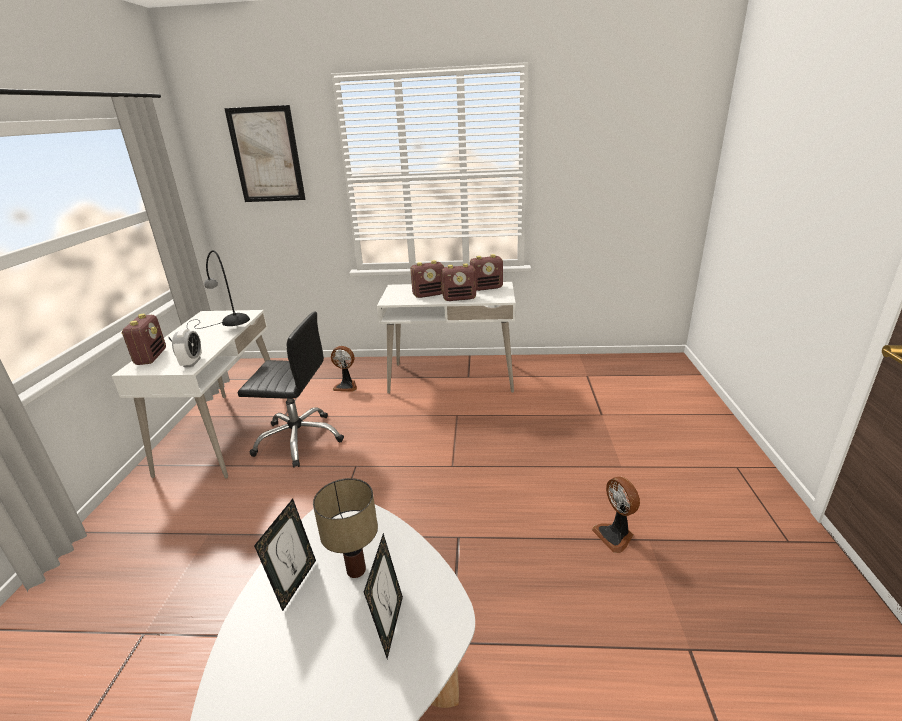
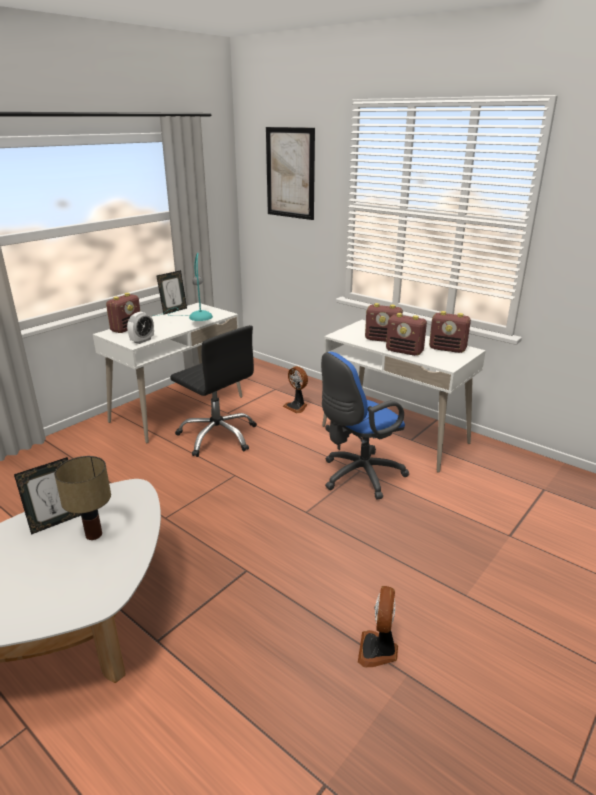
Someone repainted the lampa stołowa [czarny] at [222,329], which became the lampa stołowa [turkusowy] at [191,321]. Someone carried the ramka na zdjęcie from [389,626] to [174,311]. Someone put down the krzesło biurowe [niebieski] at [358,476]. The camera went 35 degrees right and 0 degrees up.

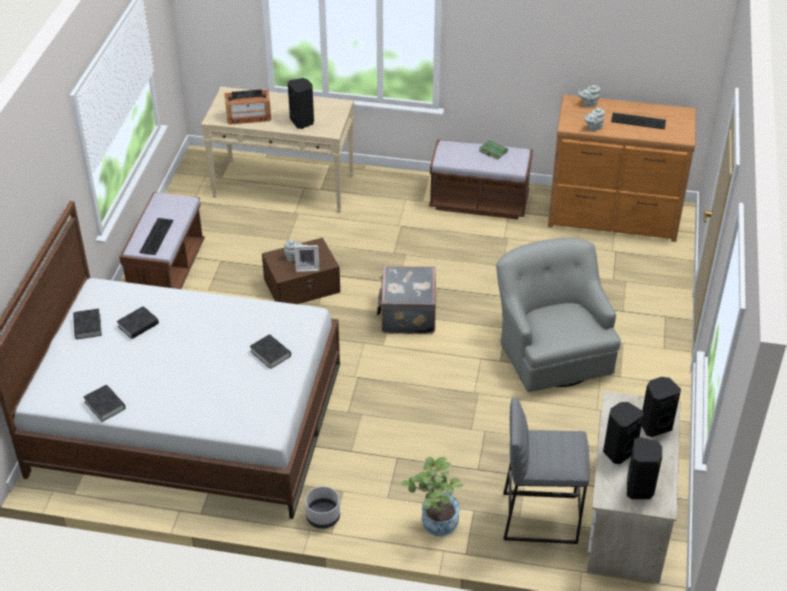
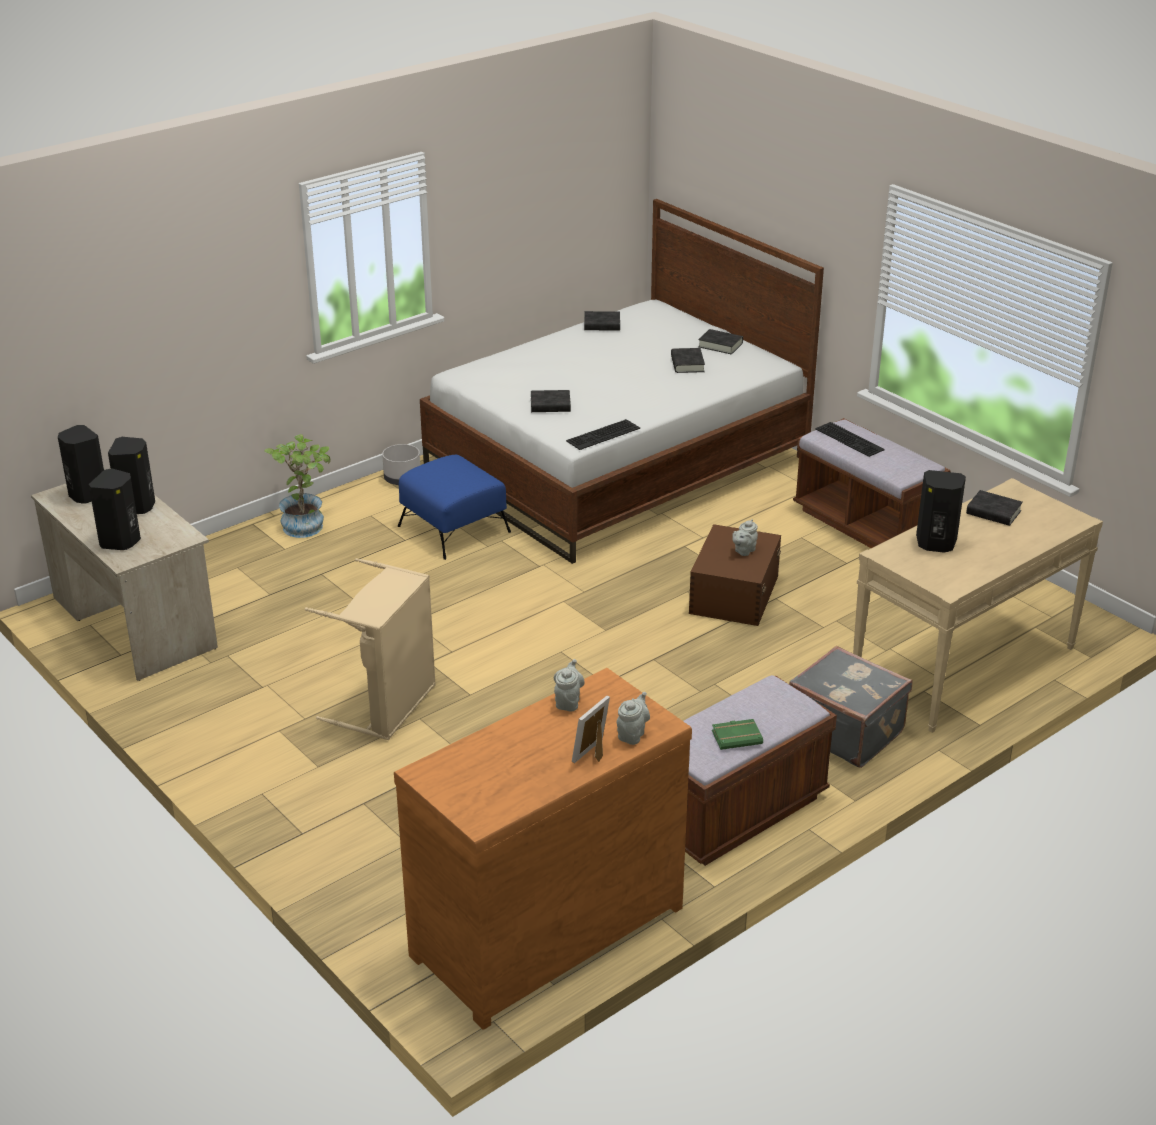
Someone swapped the radio at [248,116] for the książka [czarny] at [993,512]. Someone carried the ramka na zdjęcie from [307,268] to [594,754]. Someone carried the walizka [szary] from [407,315] to [845,731]. Someone swapped the fotel [szary] at [552,350] for the kosz na pranie [beżowy] at [388,706]. Someone took away the stołek [szary] at [540,517]. Someone carried the klawiatura from [639,120] to [603,435]. Someone put down the pufa [niebieski] at [454,529]. The camera went 130 degrees right and 10 degrees down.

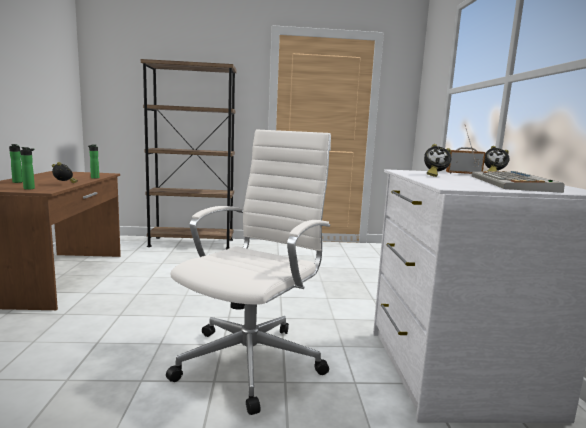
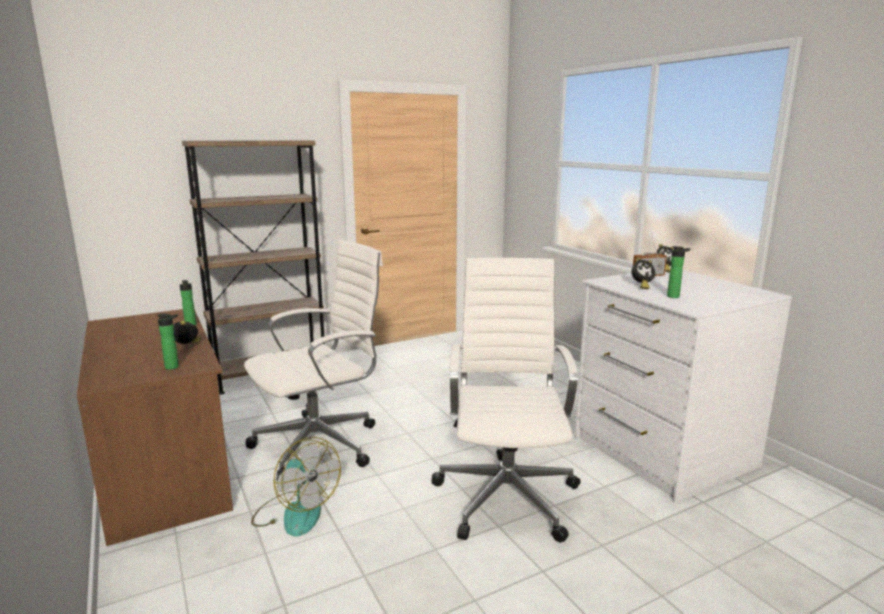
Someone carried the butelka from [17,182] to [675,297]. Someone took away the klawiatura at [512,183]. Someone put down the krzesło biurowe [biały] at [321,444]. Someone put down the wentylator at [295,512]. The camera went 25 degrees left and 5 degrees up.

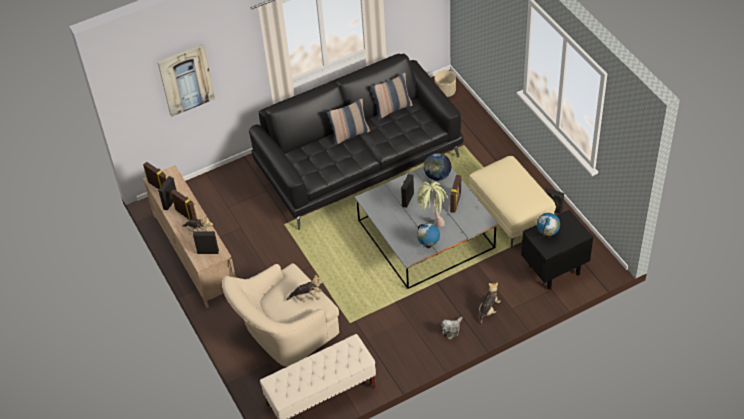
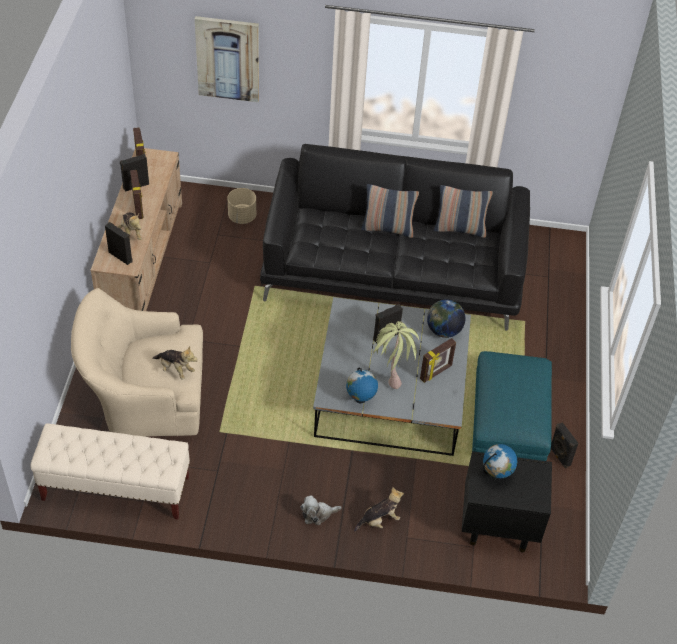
Someone carried the donica [beżowy] from [445,92] to [242,217]. Someone repainted the pufa [beżowy] at [510,214], which became the pufa [turkusowy] at [505,429]. The camera went 30 degrees right and 0 degrees up.

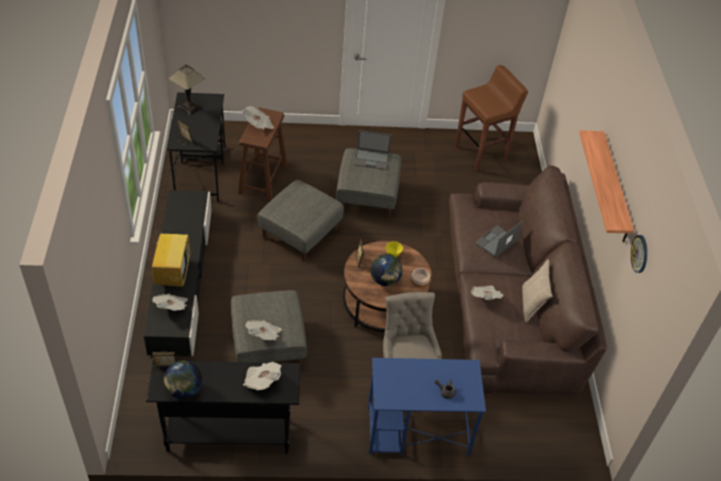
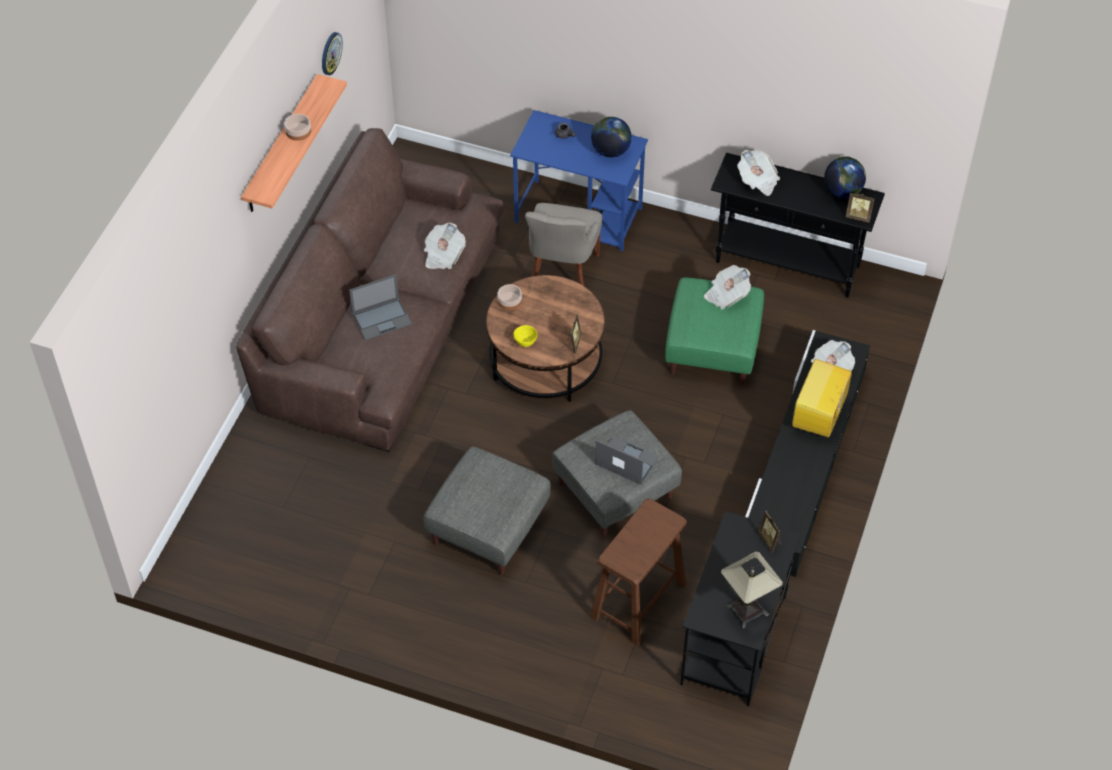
Someone repainted the pufa [szary] at [268,344], which became the pufa [zielony] at [712,348]. Someone took away the gazeta at [258,125]. Someone carried the laptop from [372,159] to [626,460]. Someone carried the globus from [385,280] to [610,151]. Someone took away the stołek [brązowy] at [481,153]. Someone took away the poduszka [beżowy] at [531,304]. Someone put down the miska at [298,131]. The camera went 155 degrees left and 5 degrees up.

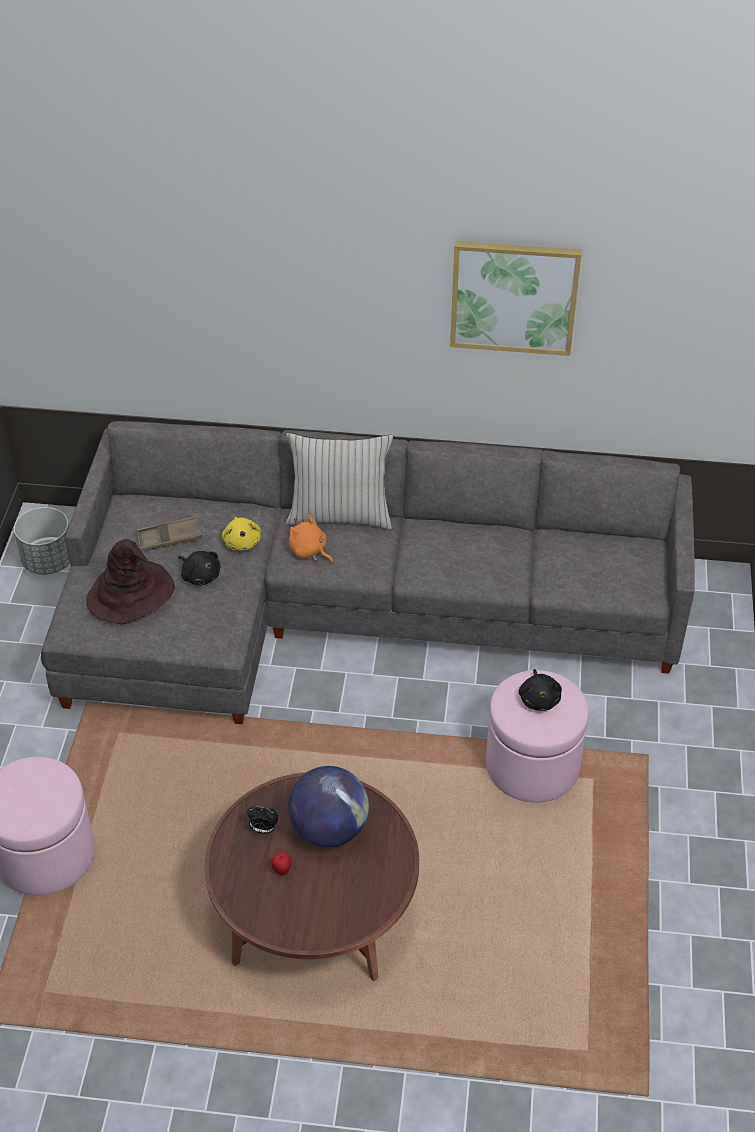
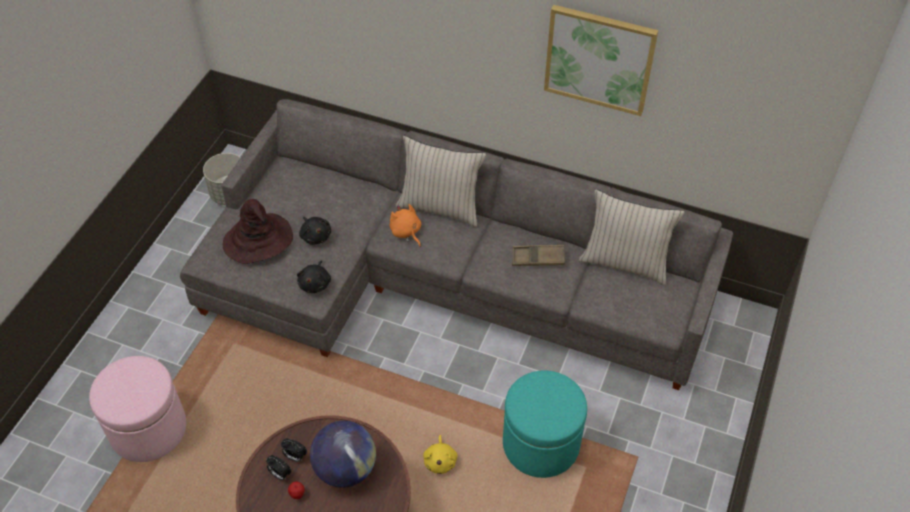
Someone carried the taca [brązowy] from [169,538] to [538,258]. Someone carried the pluszak [żółty] from [242,542] to [440,461]. Someone repainted the pufa [różowy] at [532,765], which became the pufa [turkusowy] at [541,443]. Someone carried the pluszak [czarny] from [539,699] to [315,283]. Someone put down the budzik at [280,474]. Someone put down the poduszka [beżowy] at [625,262]. The camera went 15 degrees right and 5 degrees up.

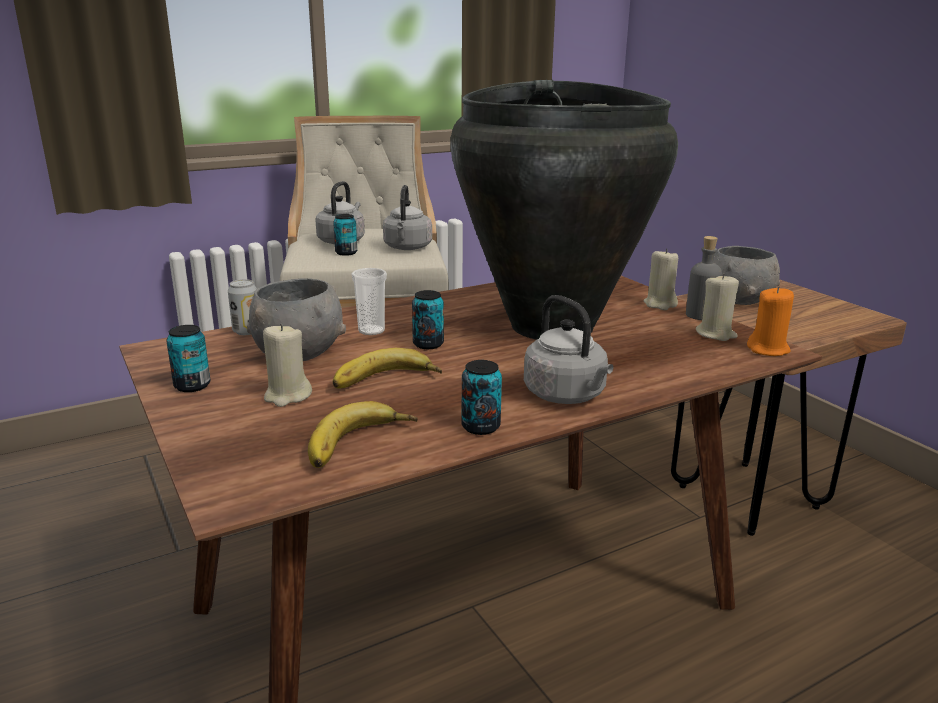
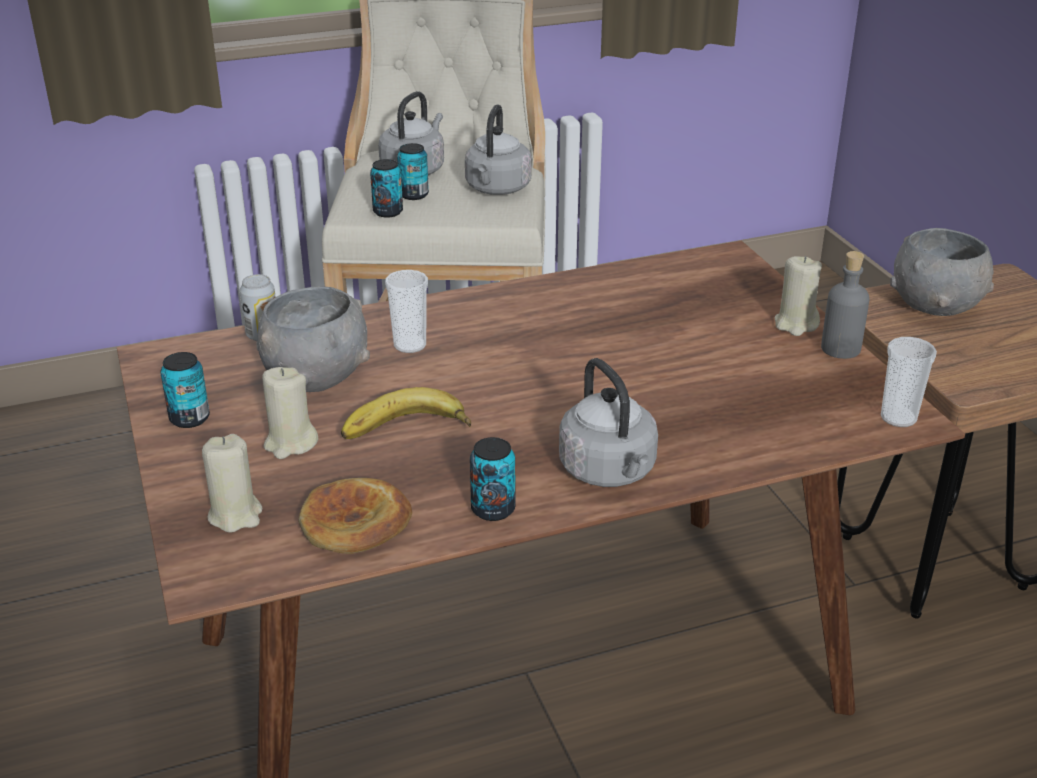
Someone swapped the banan at [360,445] for the chleb at [354,522]. Someone carried the puszka from [428,344] to [388,212]. Someone took away the wazon [czarny] at [552,327]. Someone carried the świeca [beżowy] from [715,334] to [235,515]. Someone swapped the świeca [pomarańczowy] at [768,350] for the filiżanka at [898,418]. The camera went 10 degrees right and 10 degrees up.

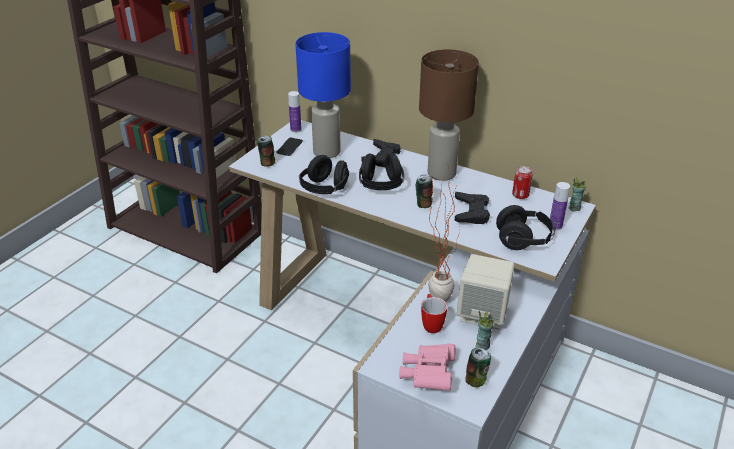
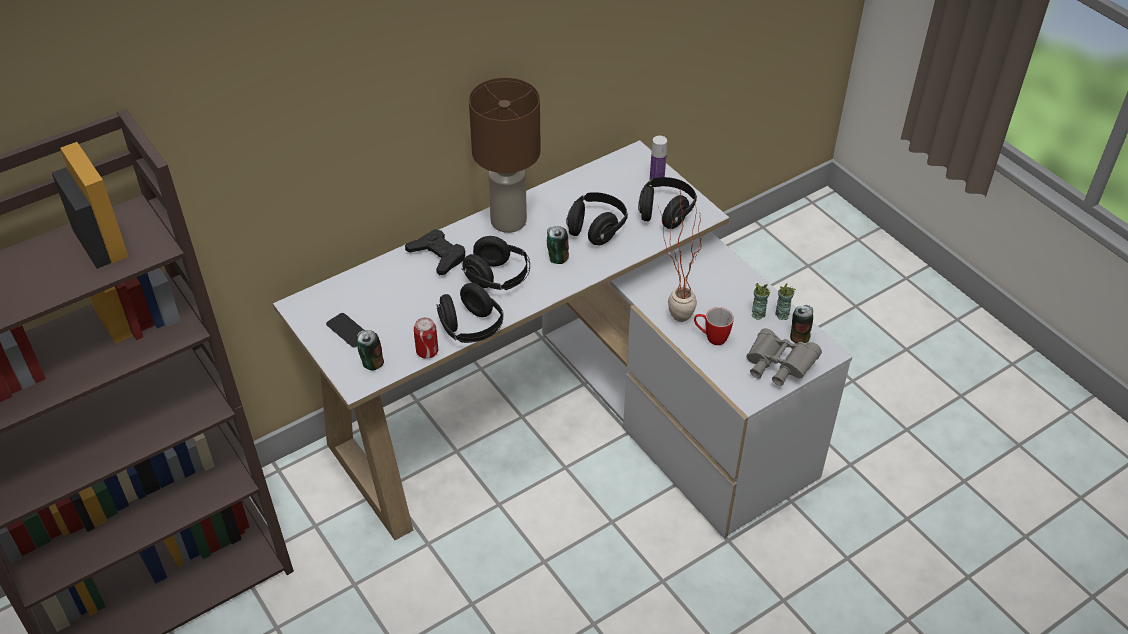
Someone took away the butelka at [296,129]. Someone took away the lampa stołowa [niebieski] at [326,152]. Someone repainted the lornetka [różowy] at [428,375], which became the lornetka [szary] at [777,367]. Someone swapped the pad do gier [czarny] at [471,212] for the słuchawki [czarny] at [596,229]. Someone took away the głośnik [beżowy] at [483,313]. Someone carried the puszka from [520,195] to [427,351]. Someone carried the filiżanka from [574,208] to [782,314]. The camera went 65 degrees left and 10 degrees up.

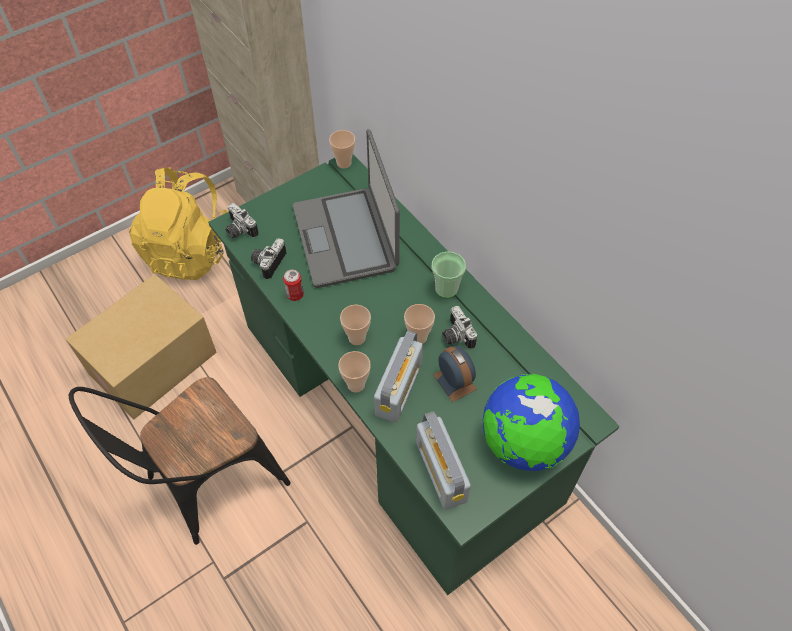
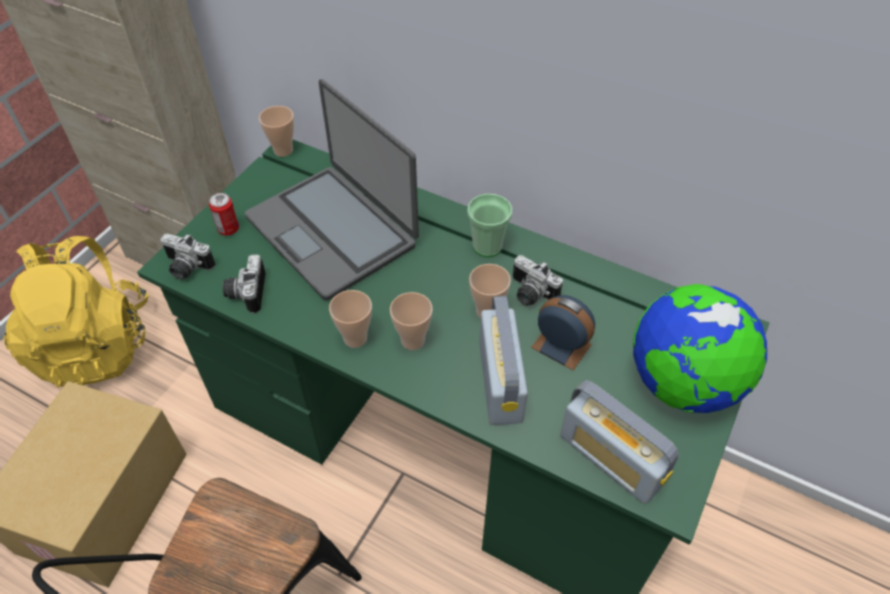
Someone carried the puszka from [295,295] to [228,229]. Someone carried the filiżanka from [356,384] to [355,338]. The camera went 25 degrees left and 5 degrees down.

